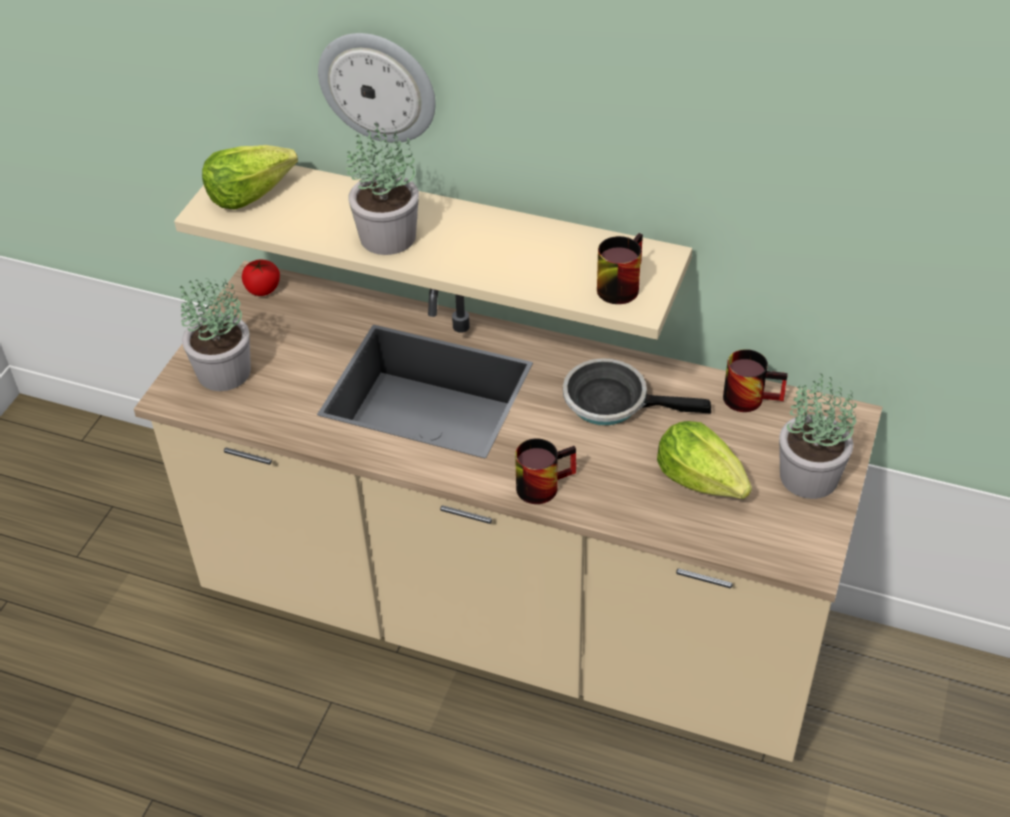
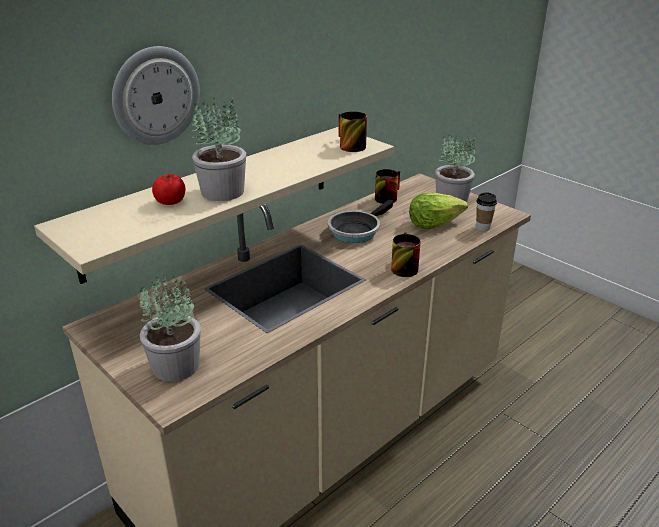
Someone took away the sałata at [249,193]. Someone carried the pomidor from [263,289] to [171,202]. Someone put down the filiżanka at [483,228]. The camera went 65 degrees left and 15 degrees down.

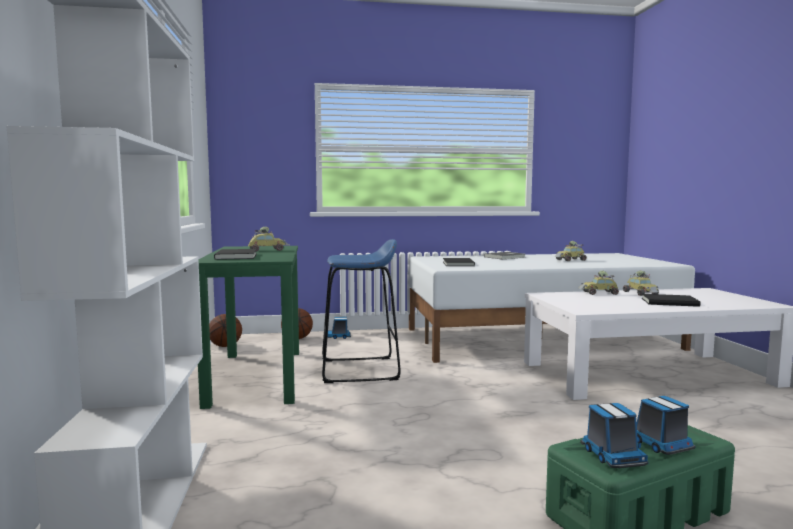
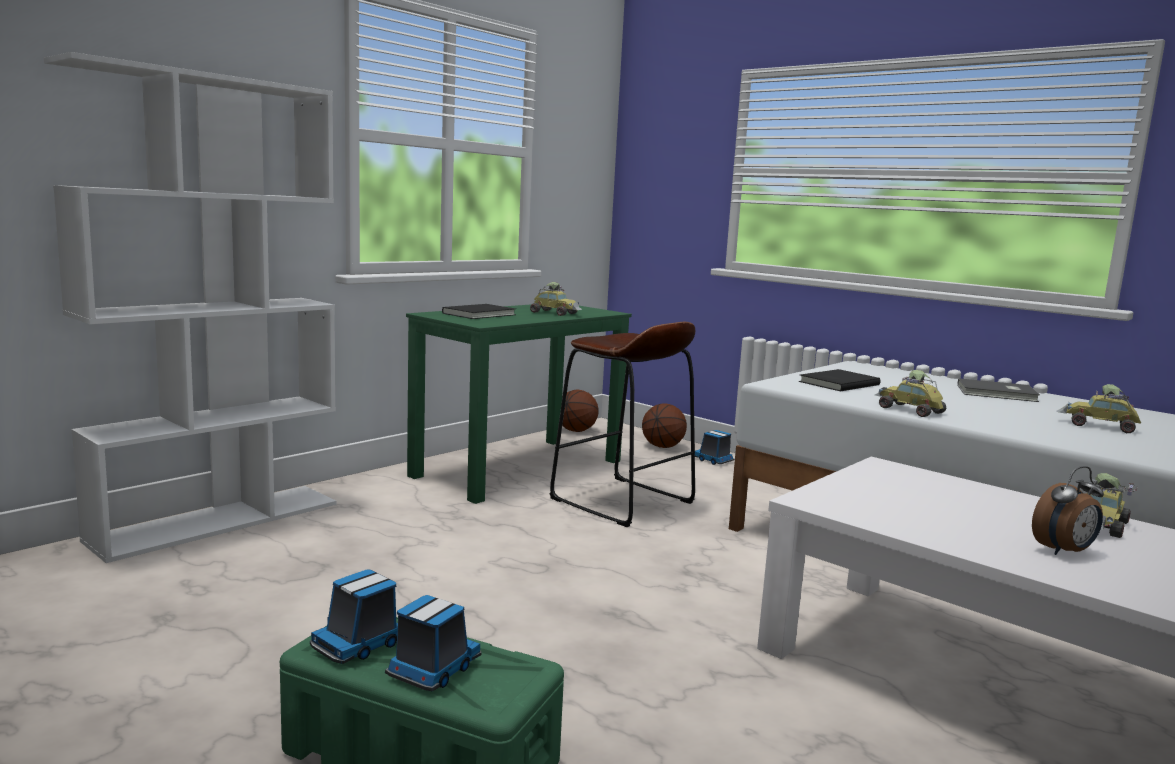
Someone repainted the stołek [niebieski] at [359,370], which became the stołek [brązowy] at [622,501]. Someone carried the samochodzik from [599,293] to [909,410]. Someone swapped the książka [czarny] at [668,302] for the budzik at [1064,551]. The camera went 50 degrees right and 5 degrees up.

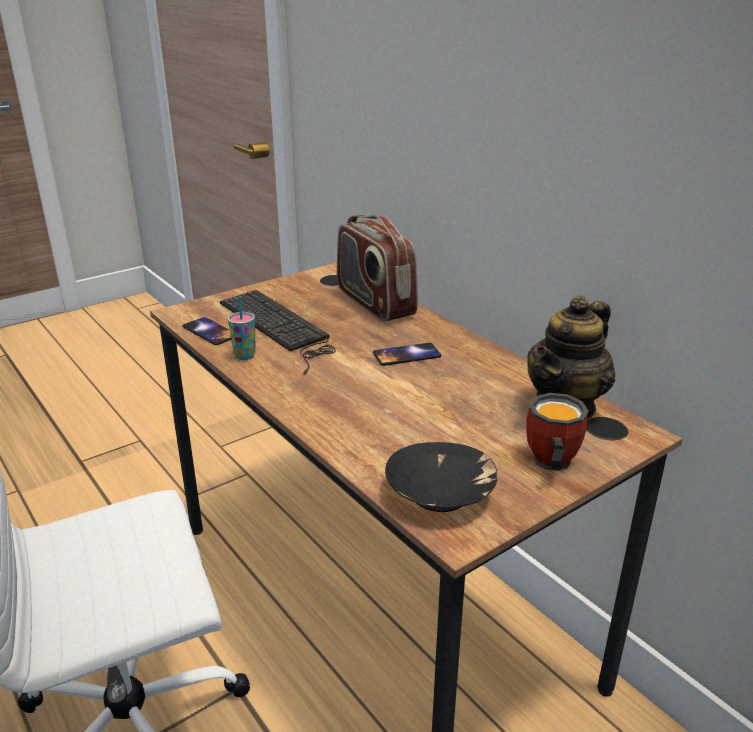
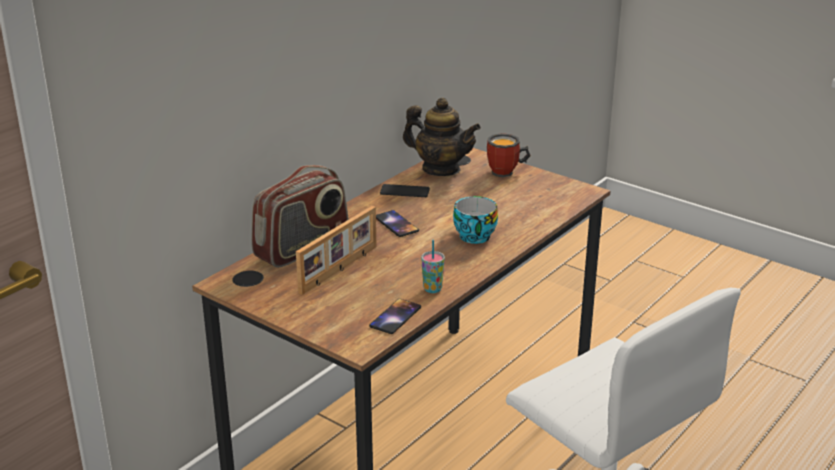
Someone took away the klawiatura at [279,327]. Someone took away the miska [czarny] at [440,494]. Someone put down the ramka na zdjęcie at [340,270]. Someone put down the telefon at [404,191]. Someone put down the filiżanka at [472,236]. The camera went 105 degrees left and 0 degrees up.

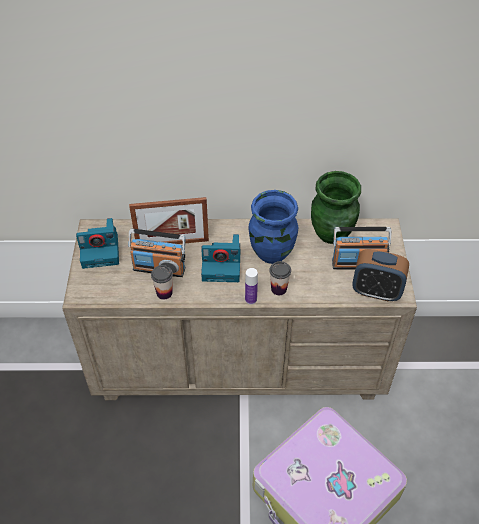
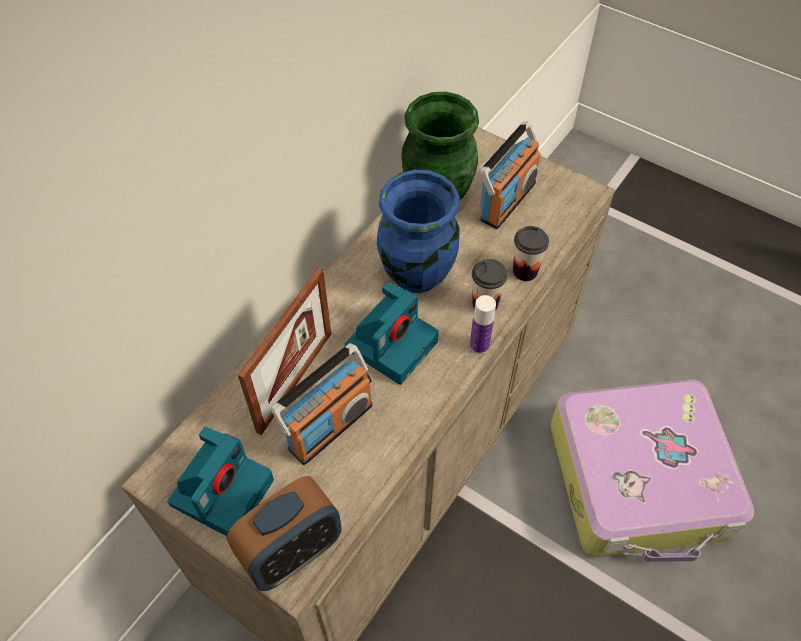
Someone carried the filiżanka from [164,293] to [525,271]. Someone carried the budzik from [376,291] to [292,552]. The camera went 55 degrees left and 5 degrees up.

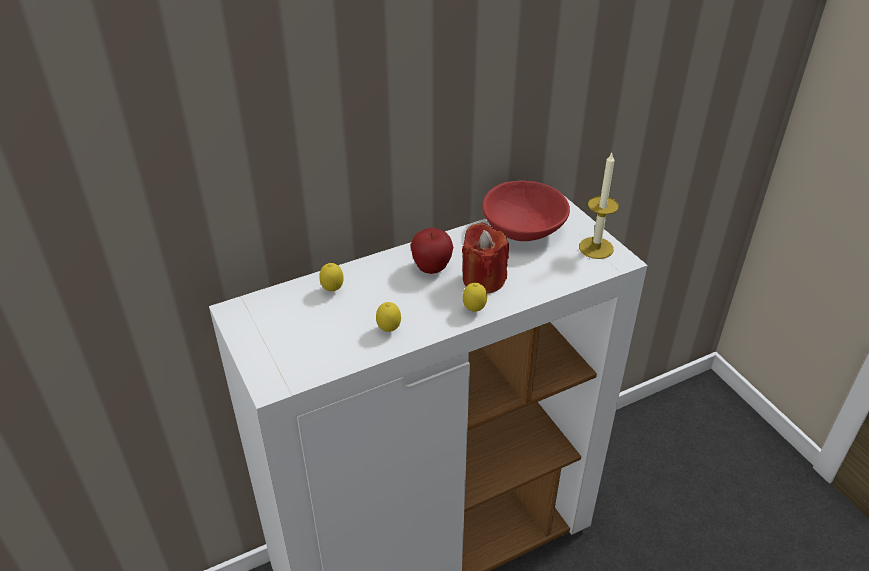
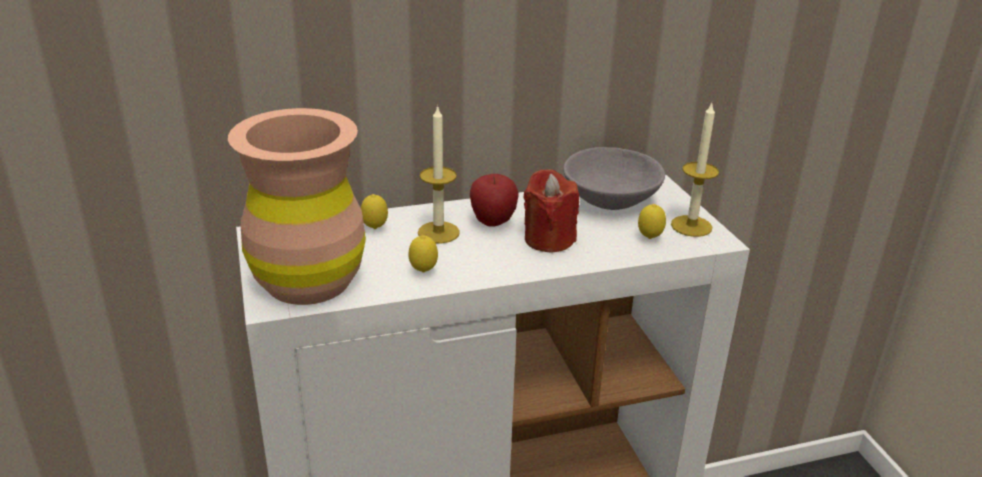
Someone carried the cytryna from [474,310] to [649,238]. Someone repainted the miska [czerwony] at [524,230], which became the miska [szary] at [611,200]. Someone put down the wazon [brązowy] at [308,281]. Someone put down the świeca at [438,232]. The camera went 10 degrees right and 10 degrees down.

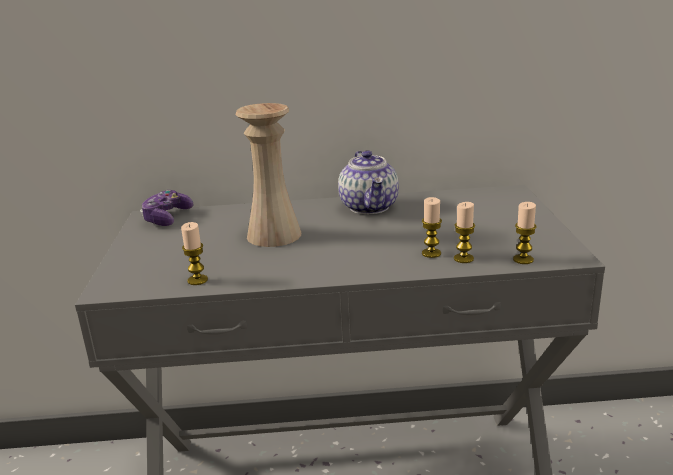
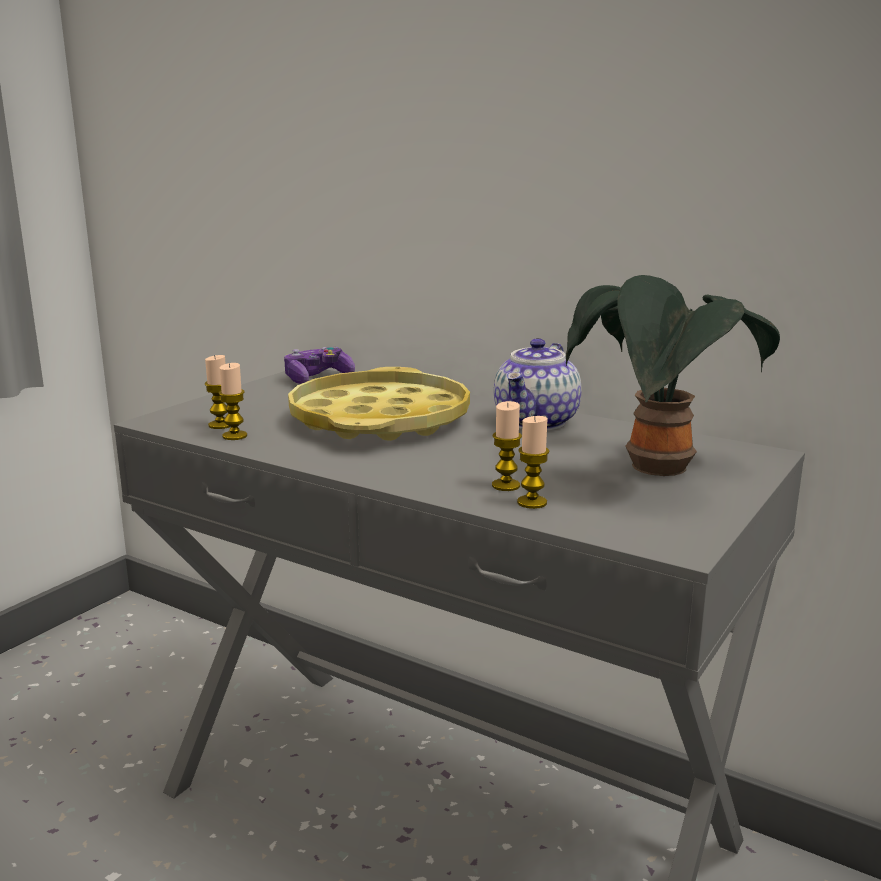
Someone swapped the wazon [beżowy] at [274,235] for the taca [żółty] at [380,419]. Someone carried the świeca from [523,259] to [220,425]. Someone put down the roślina doniczkowa at [659,472]. The camera went 35 degrees right and 5 degrees down.

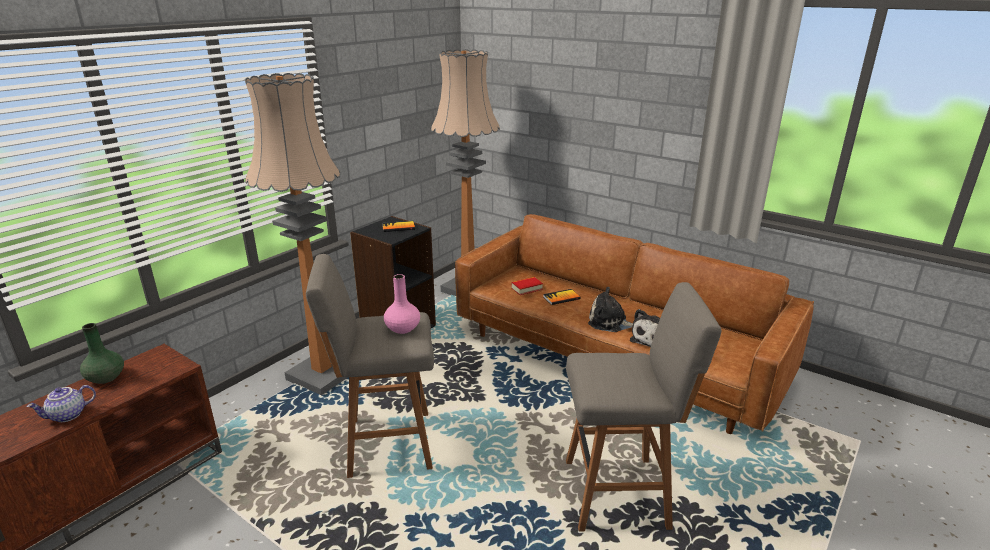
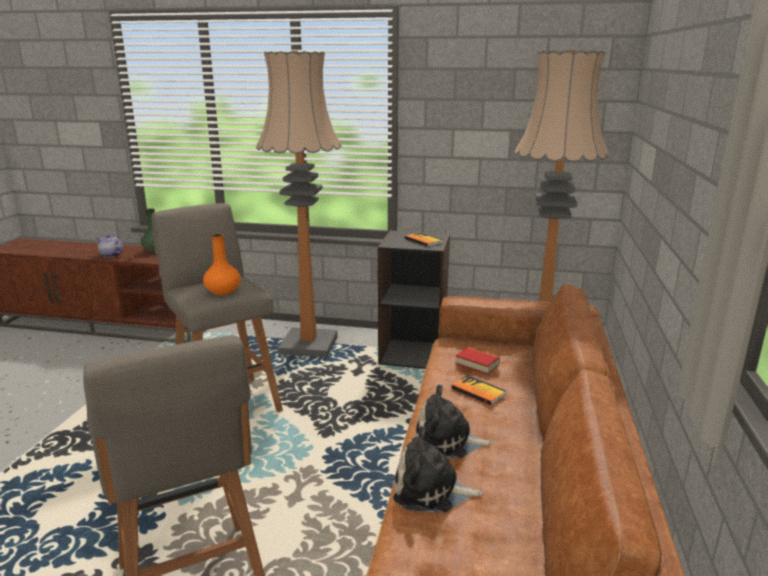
Someone repainted the wazon [różowy] at [403,328], which became the wazon [pomarańczowy] at [223,291]. Someone rotated the pluszak at [610,322] by 75 degrees counterclockwise. The camera went 65 degrees right and 5 degrees down.

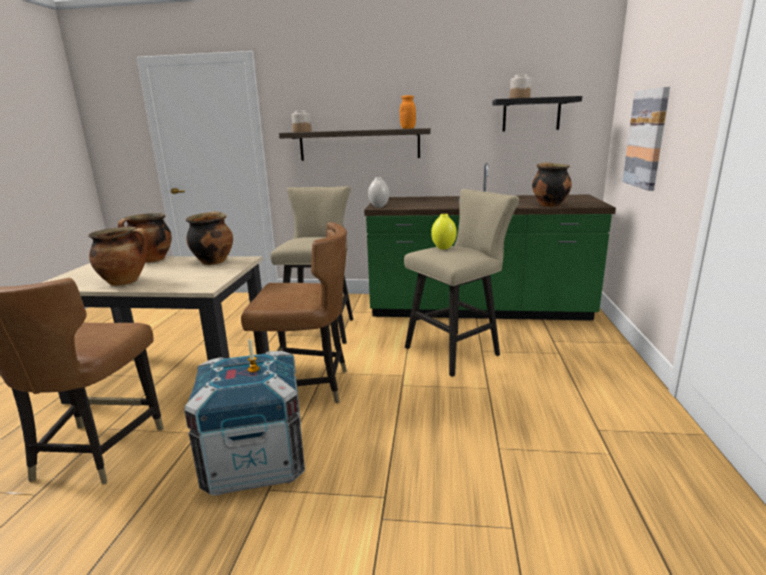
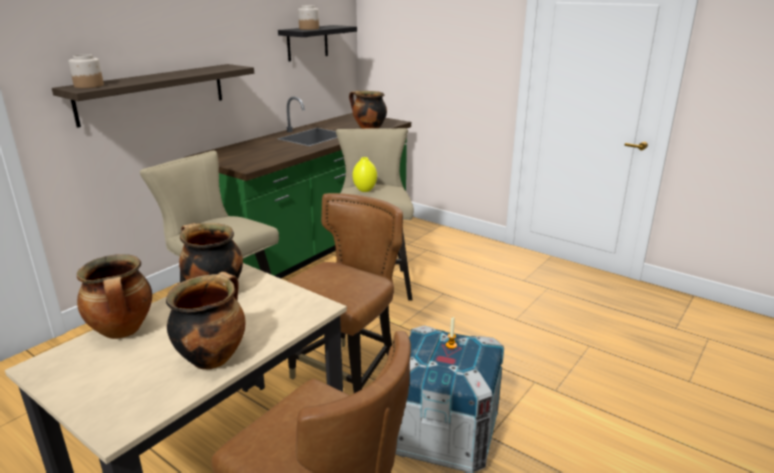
Someone took away the wazon [biały] at [379,206]. Someone took away the słoik [pomarańczowy] at [408,128]. Someone took away the obraz at [646,139]. The camera went 60 degrees left and 5 degrees up.

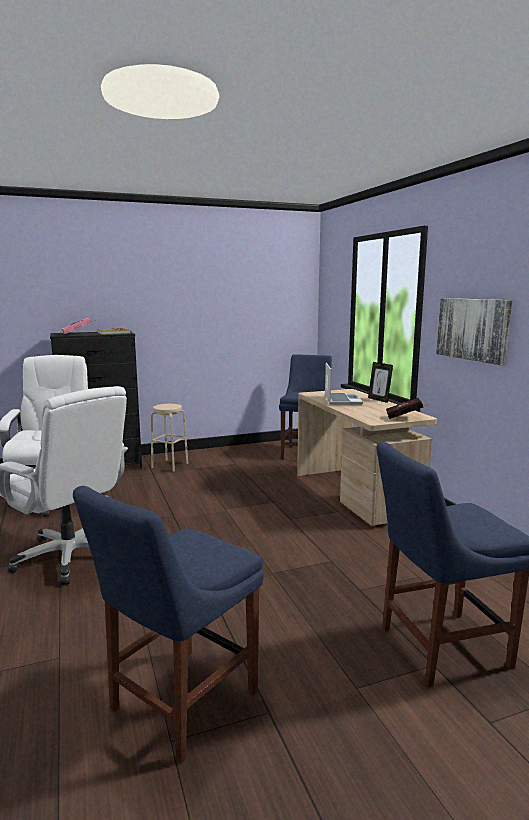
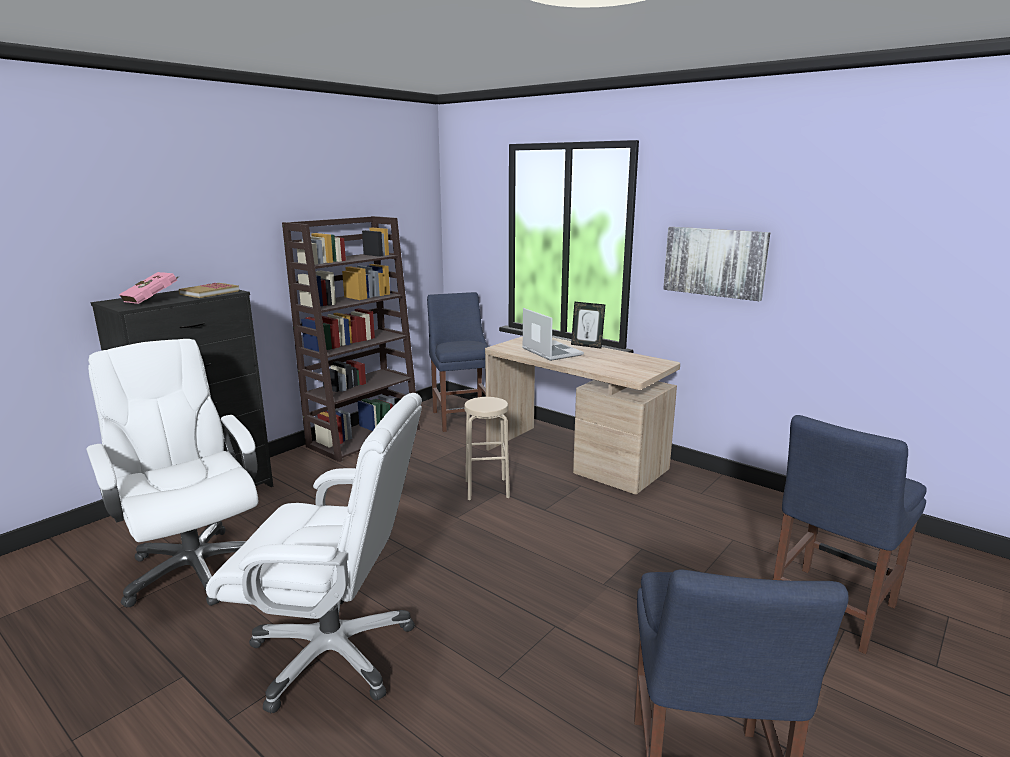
Someone carried the stołek [beżowy] from [169,465] to [486,489]. Someone took away the książka [czerwony] at [405,418]. Someone put down the regał [brązowy] at [364,437]. The camera went 30 degrees left and 5 degrees up.

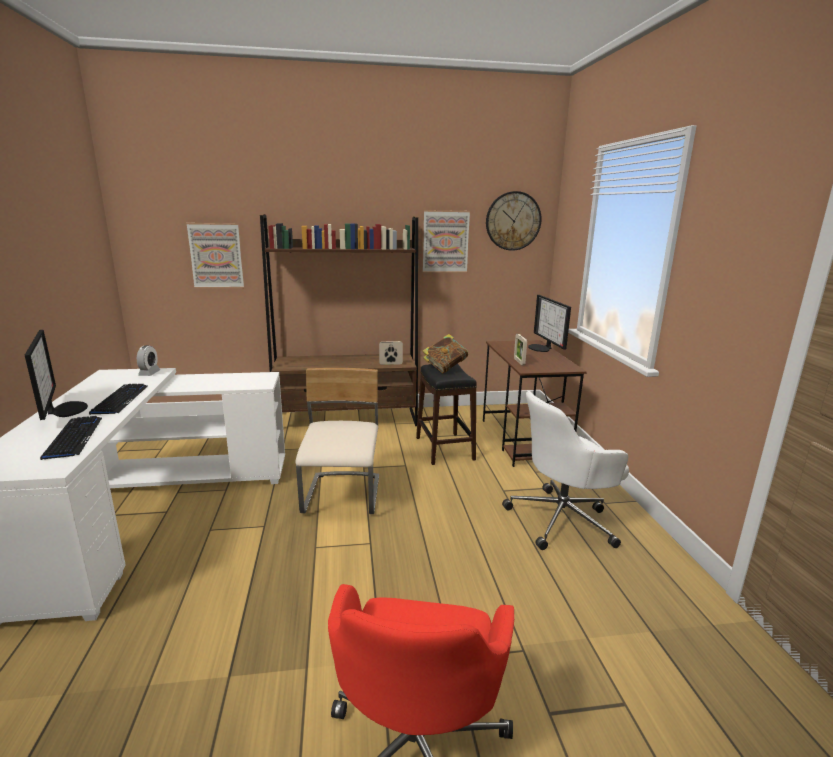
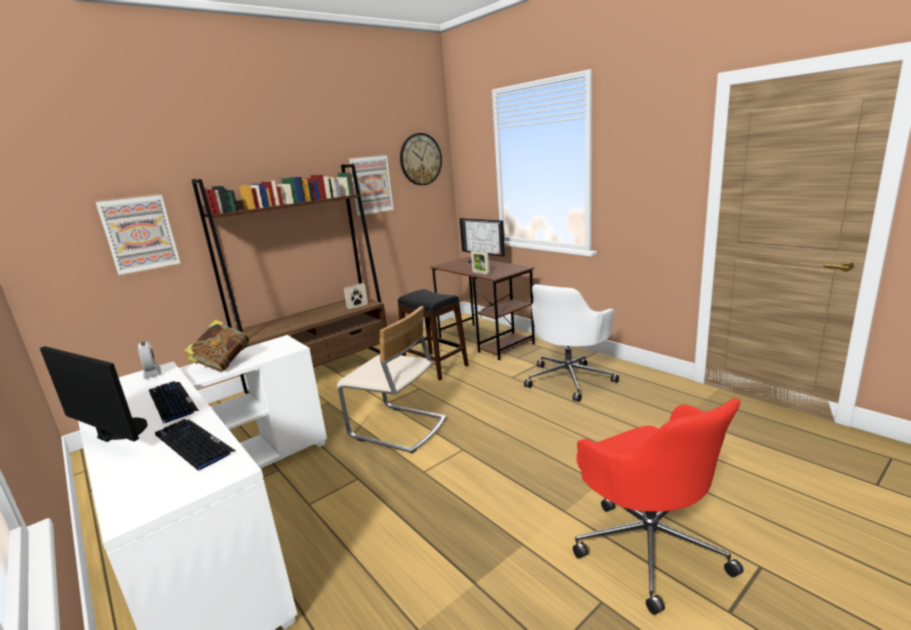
Someone rotated the krzesło [beżowy] at [343,496] by 150 degrees clockwise. Someone carried the książka from [445,368] to [223,364]. The camera went 30 degrees left and 0 degrees up.

